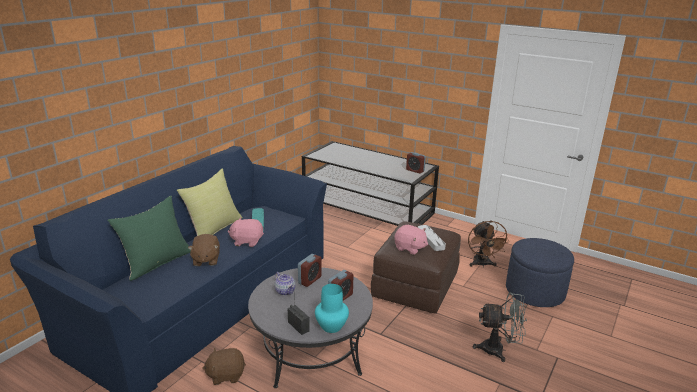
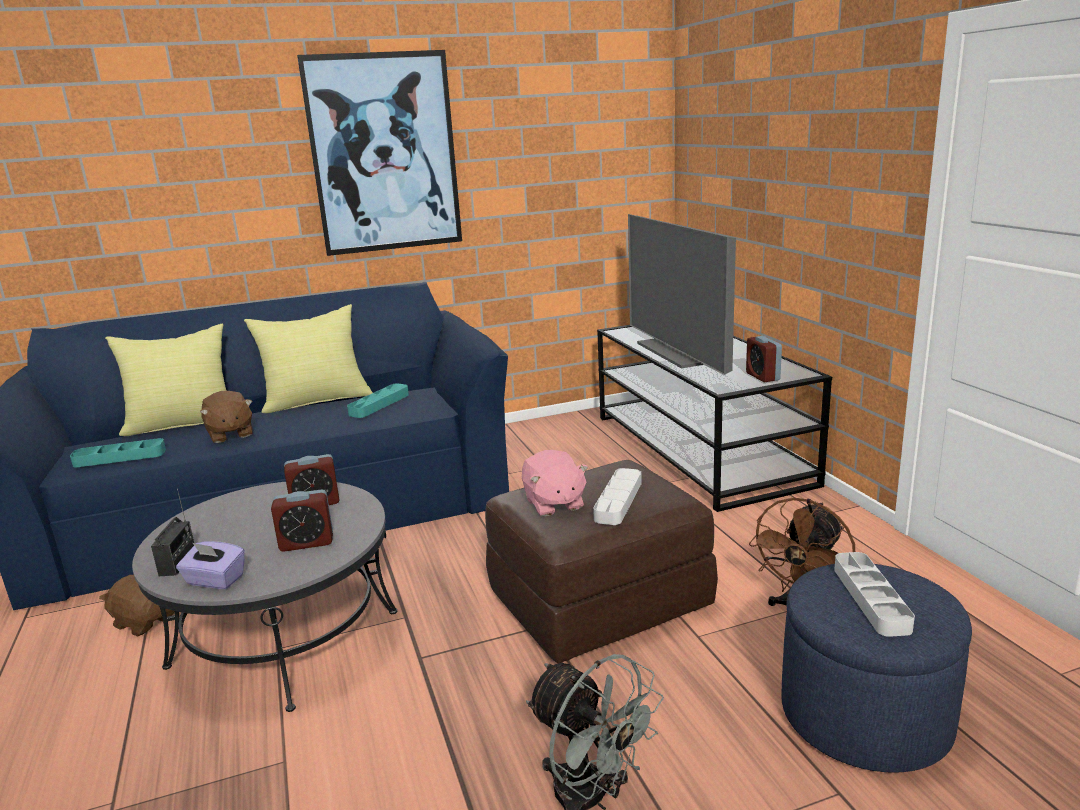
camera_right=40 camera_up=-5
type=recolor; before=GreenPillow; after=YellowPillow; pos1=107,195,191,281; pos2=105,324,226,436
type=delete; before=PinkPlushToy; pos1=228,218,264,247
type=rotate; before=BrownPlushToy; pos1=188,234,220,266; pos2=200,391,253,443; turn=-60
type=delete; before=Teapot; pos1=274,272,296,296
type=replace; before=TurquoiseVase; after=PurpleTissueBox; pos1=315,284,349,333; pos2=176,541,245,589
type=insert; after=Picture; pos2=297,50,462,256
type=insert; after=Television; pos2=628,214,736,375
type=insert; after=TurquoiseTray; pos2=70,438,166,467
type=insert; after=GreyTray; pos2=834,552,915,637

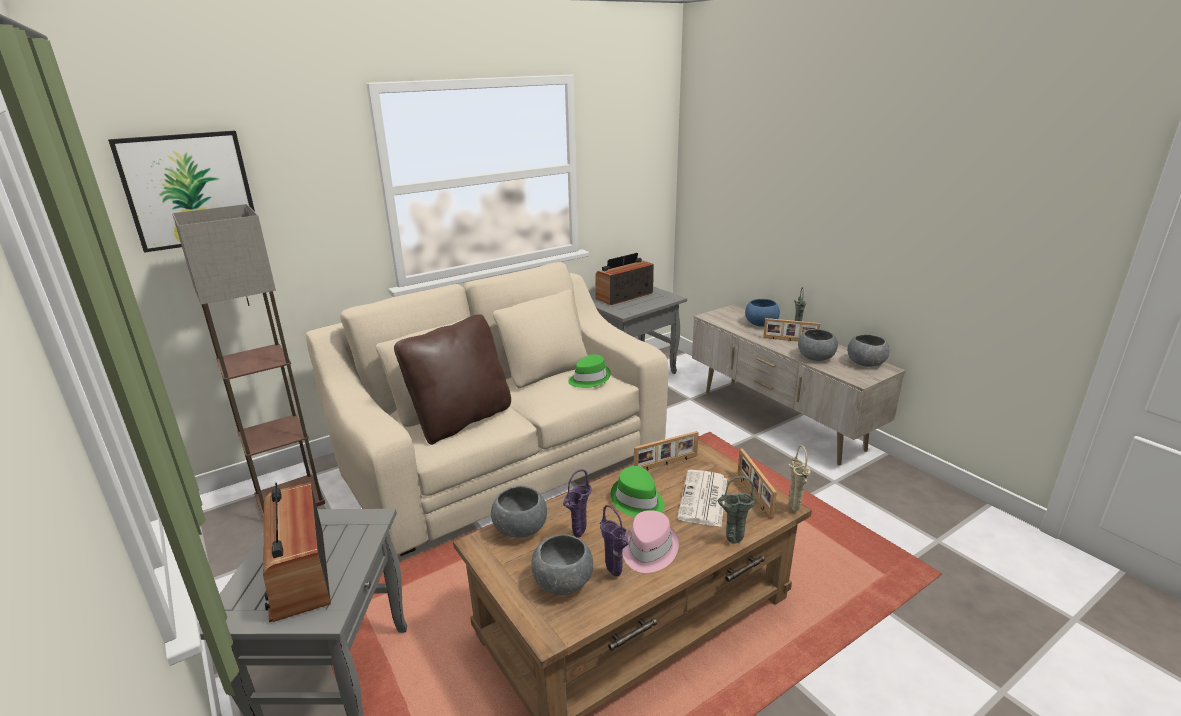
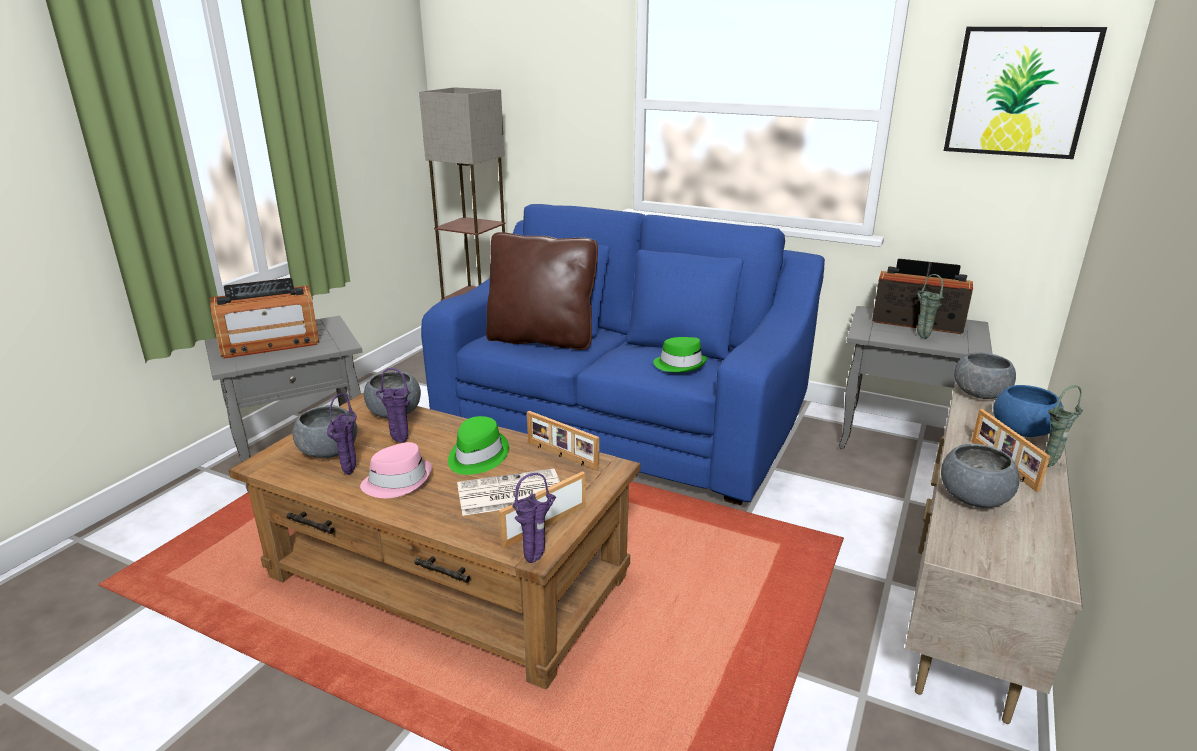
camera_right=60 camera_up=0
type=move; before=Picture; pos1=108,130,255,253; pos2=944,27,1107,159
type=recolor; before=BeigeSofa; after=BlueSofa; pos1=306,262,668,556; pos2=421,204,825,505
type=move; before=GreyBowl; pos1=848,334,889,367; pos2=954,352,1016,399
type=recolor; before=BeigeVase; after=PurpleVase; pos1=788,445,811,512; pos2=512,473,556,563
type=move; before=GreenVase; pos1=717,476,755,543; pos2=917,274,944,339
type=rotate; before=Radio; pos1=263,482,331,622; pos2=210,278,319,358; turn=-150

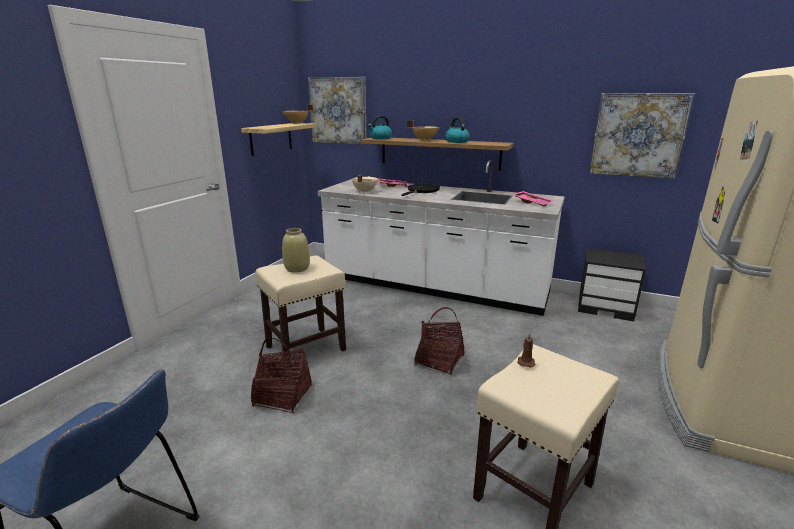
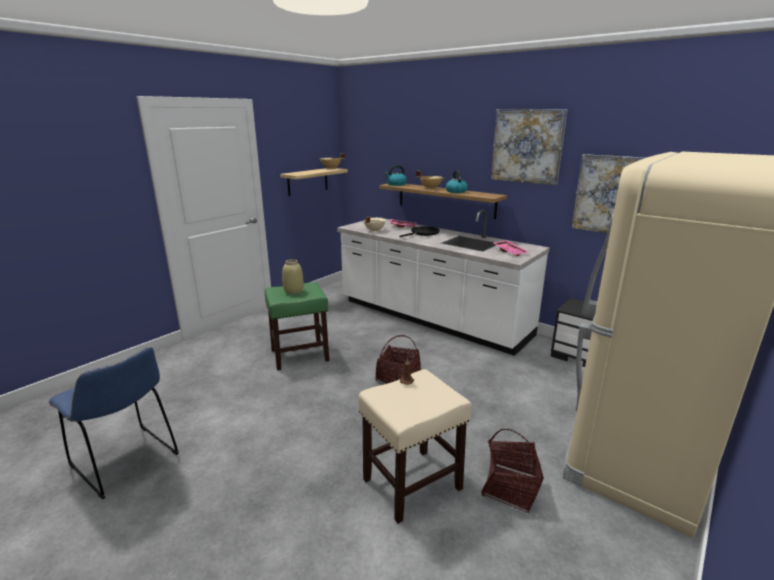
camera_right=15 camera_up=0
type=move; before=Picture; pos1=308,77,367,145; pos2=491,109,567,185
type=recolor; before=BeigeStool; after=GreenStool; pos1=256,256,346,361; pos2=264,282,329,370
type=move; before=Basket; pos1=251,338,312,413; pos2=482,429,544,513

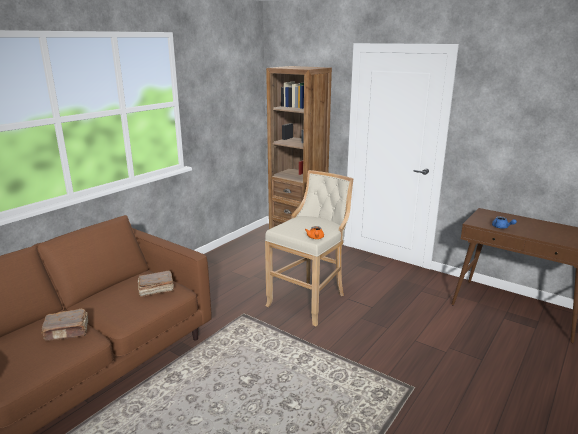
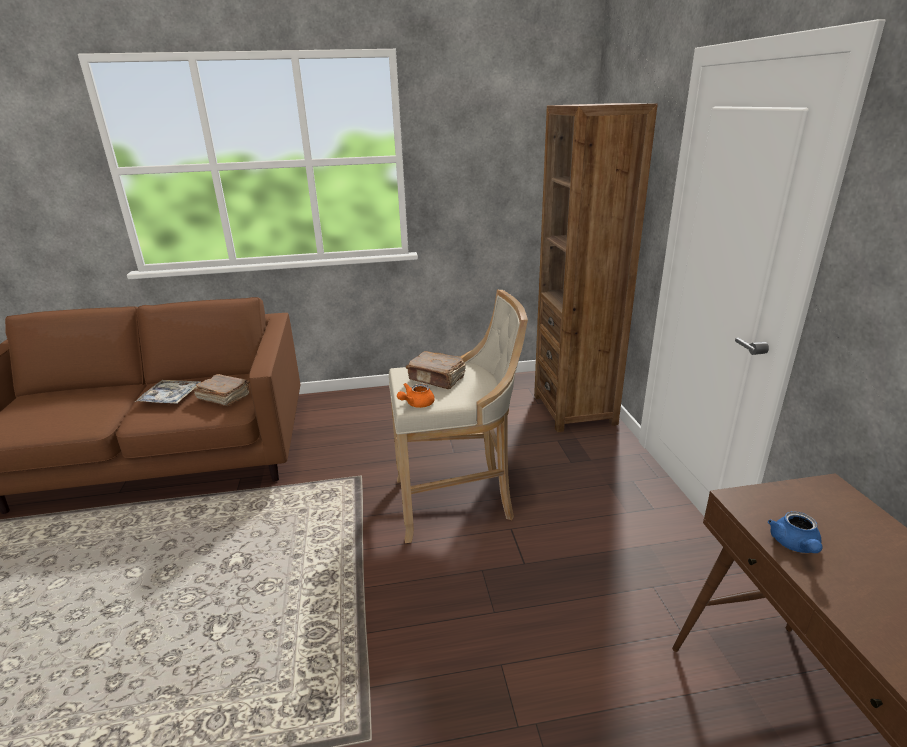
camera_right=45 camera_up=5
type=move; before=BrownBook; pos1=41,309,88,341; pos2=406,351,466,389
type=insert; after=Tray; pos2=135,380,201,404

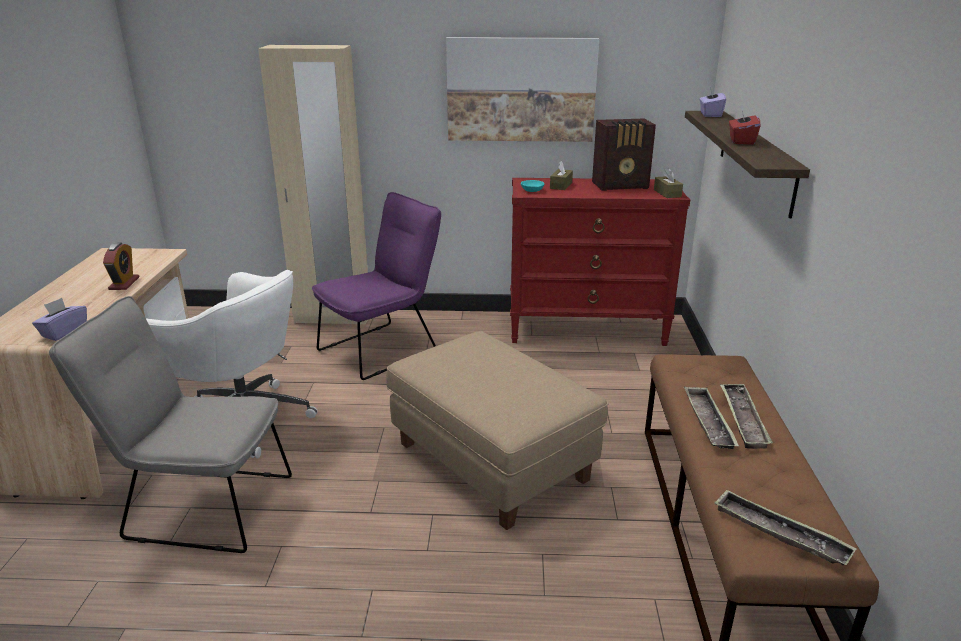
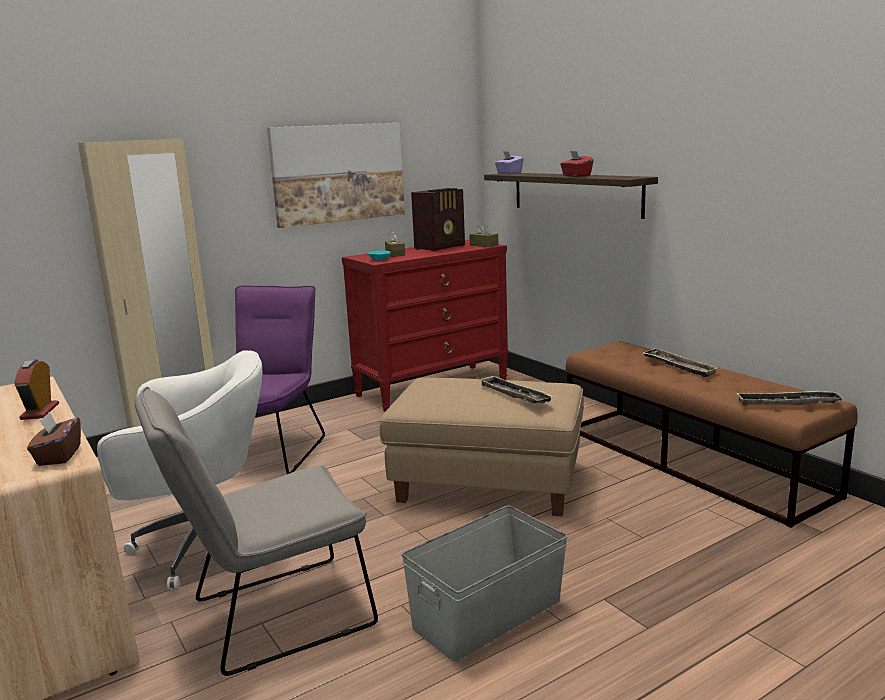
camera_right=-35 camera_up=-10
type=rotate; before=AlarmClock; pos1=103,243,140,290; pos2=14,359,59,420; turn=-150
type=recolor; before=PurpleTissueBox; after=BrownTissueBox; pos1=32,298,87,341; pos2=27,412,81,466
type=move; before=Tray; pos1=684,386,739,449; pos2=478,376,554,403
type=insert; after=GreyStorageBox; pos2=402,505,568,662

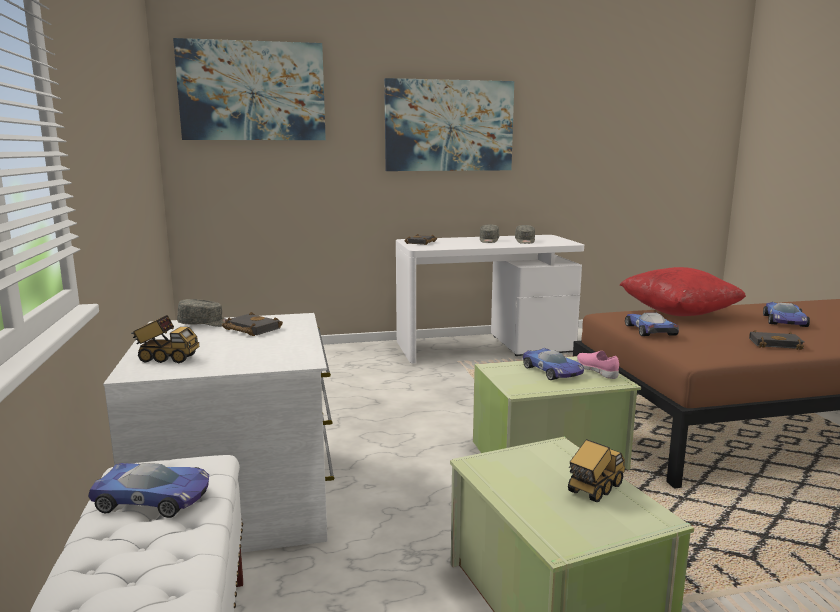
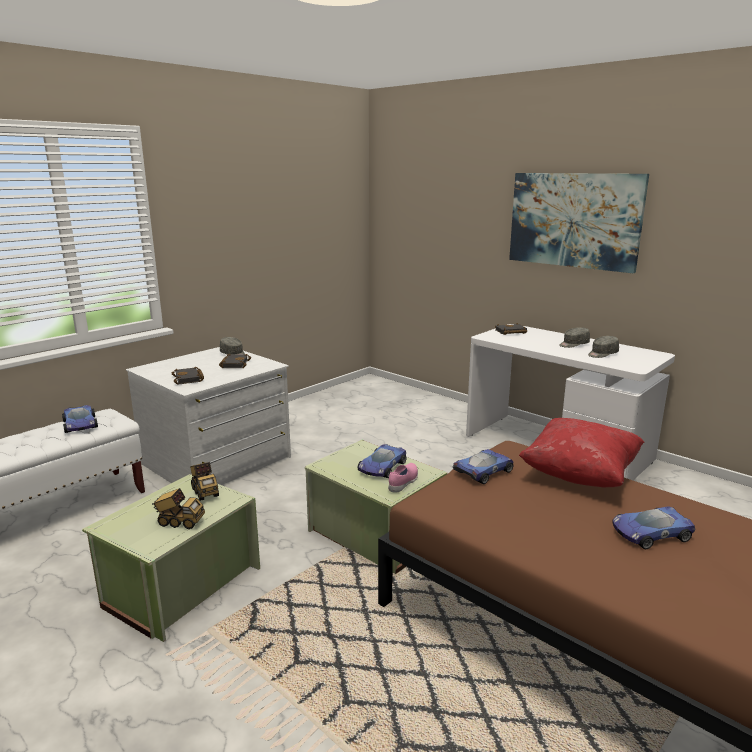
camera_right=55 camera_up=5
type=delete; before=Picture; pos1=173,38,326,140
type=move; before=ToyTruck; pos1=131,315,199,364; pos2=190,462,219,501
type=move; before=BlackBook; pos1=749,330,805,350; pos2=172,367,204,385

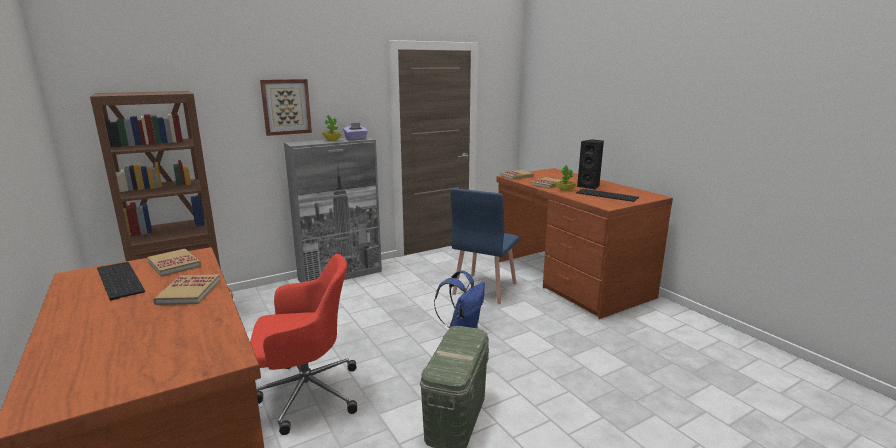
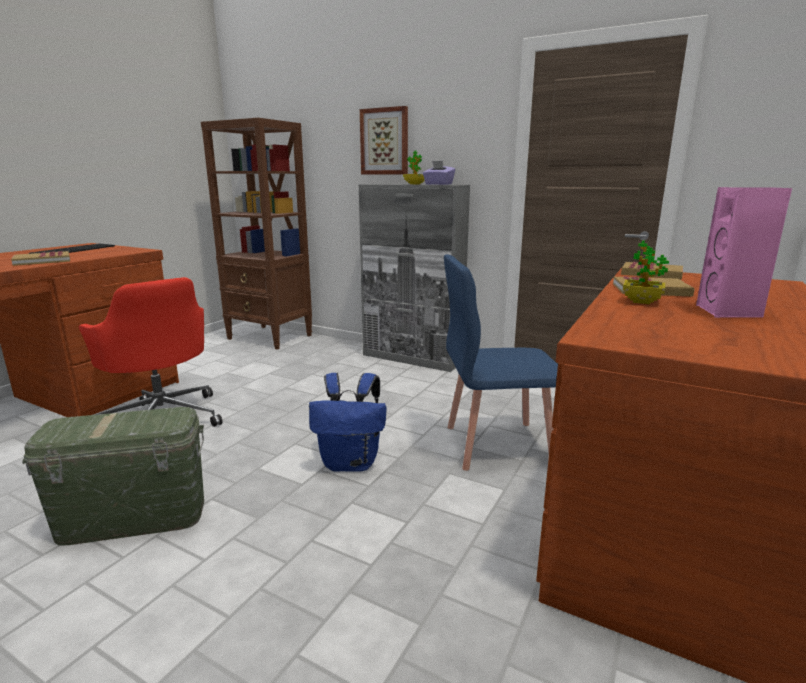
camera_right=60 camera_up=0
type=recolor; before=BlackSpeaker; after=PinkSpeaker; pos1=577,139,604,190; pos2=696,187,792,318
type=delete; before=Keyboard; pos1=576,189,639,202
type=delete; before=Book; pos1=147,249,201,277

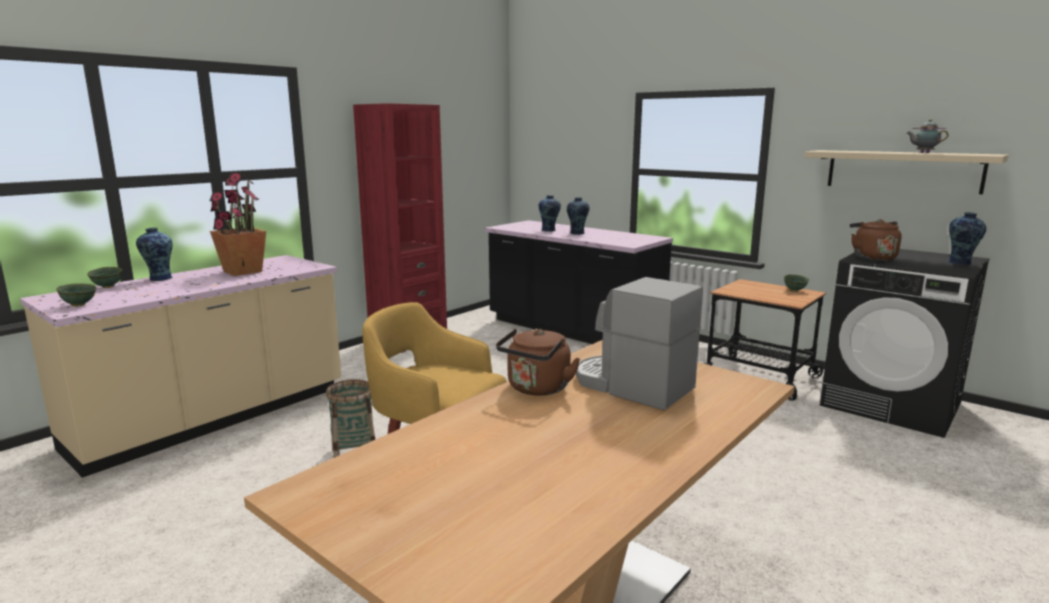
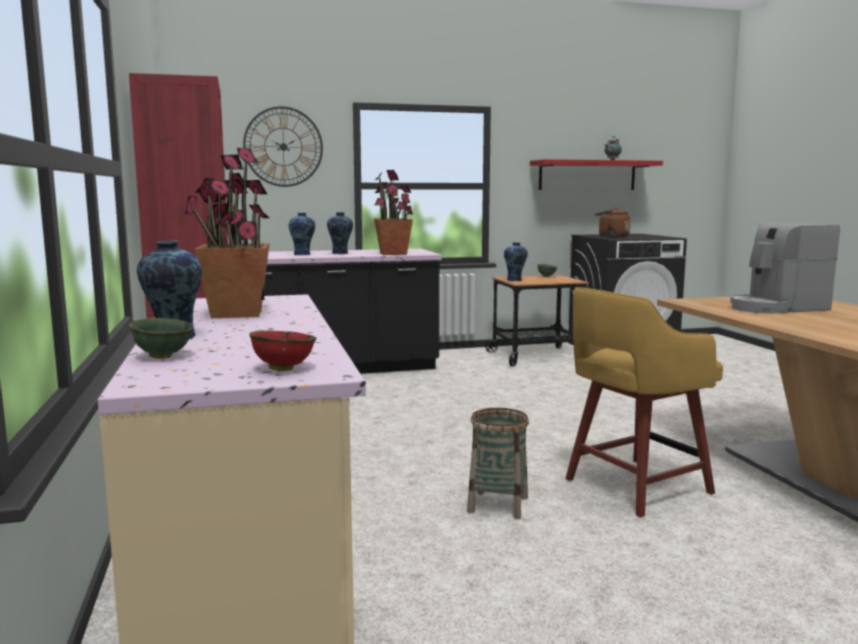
camera_right=-55 camera_up=-5
type=recolor; before=BeigeShelf; after=RedShelf; pos1=804,150,1009,194; pos2=530,159,663,190
type=move; before=Vase; pos1=948,212,986,265; pos2=504,242,528,281
type=recolor; before=GreenBowl; after=RedBowl; pos1=56,283,97,306; pos2=249,330,317,371
type=delete; before=BrownKettle; pos1=496,329,580,396
type=insert; after=WallClock; pos2=243,106,323,187
type=insert; after=PottedPlant; pos2=374,170,413,255

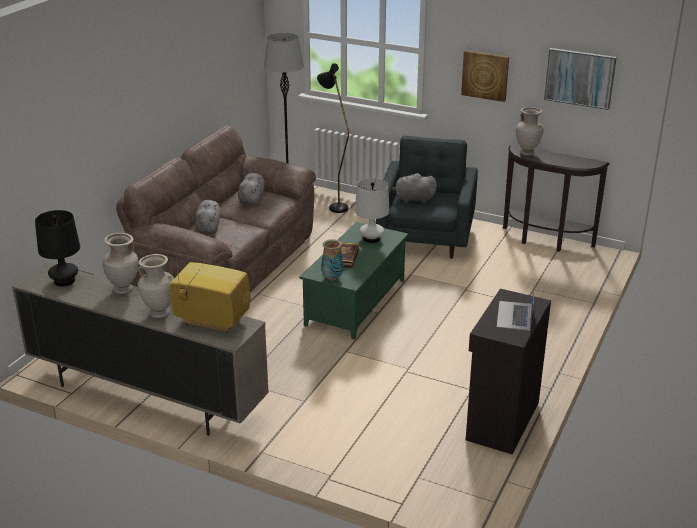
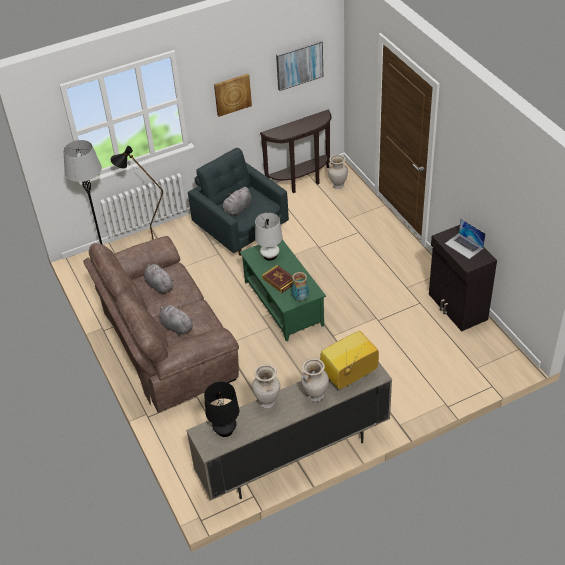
camera_right=-50 camera_up=15
type=move; before=BeigeVase; pos1=516,107,544,156; pos2=328,155,348,189

